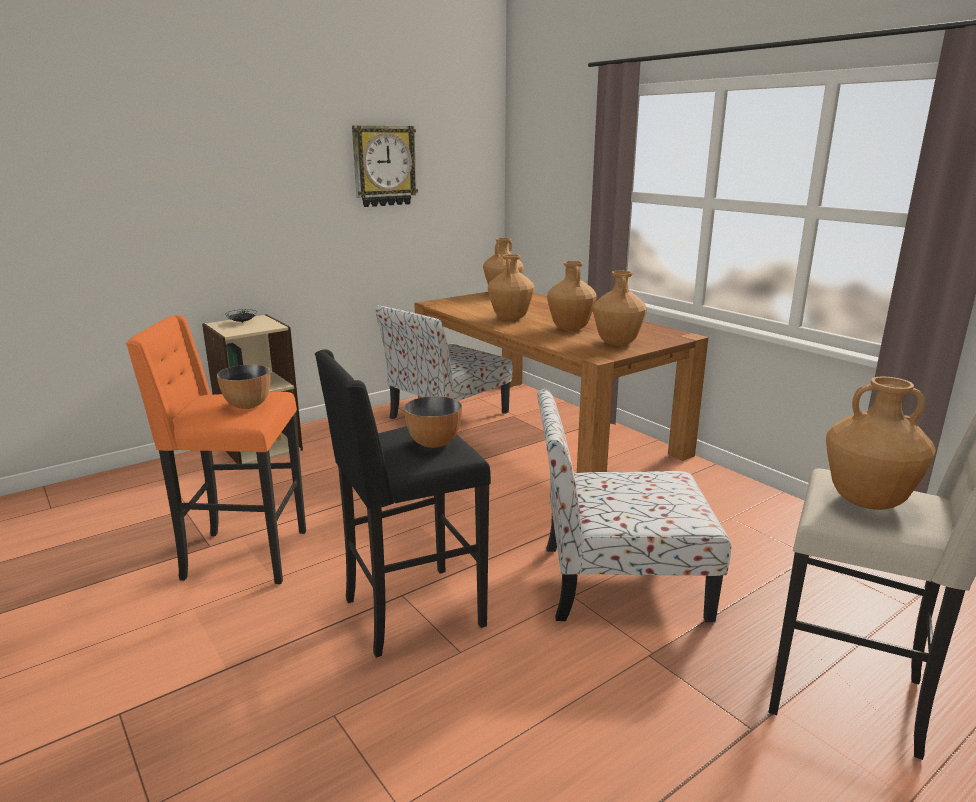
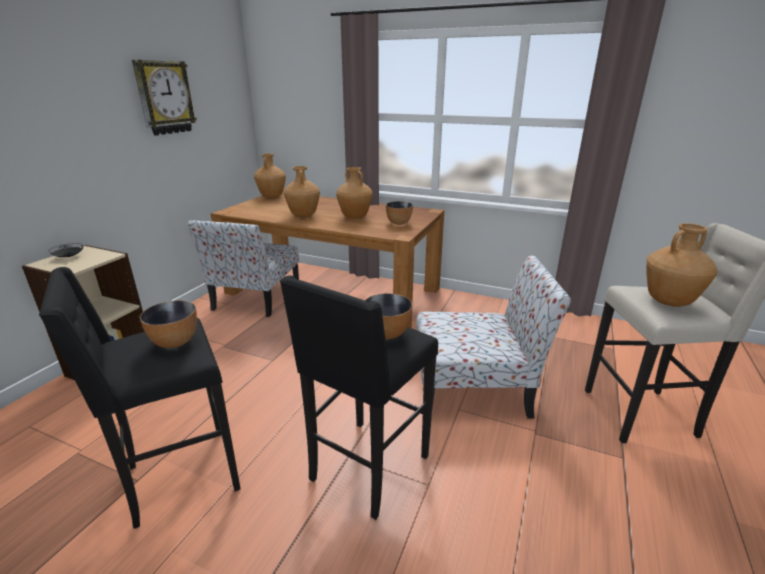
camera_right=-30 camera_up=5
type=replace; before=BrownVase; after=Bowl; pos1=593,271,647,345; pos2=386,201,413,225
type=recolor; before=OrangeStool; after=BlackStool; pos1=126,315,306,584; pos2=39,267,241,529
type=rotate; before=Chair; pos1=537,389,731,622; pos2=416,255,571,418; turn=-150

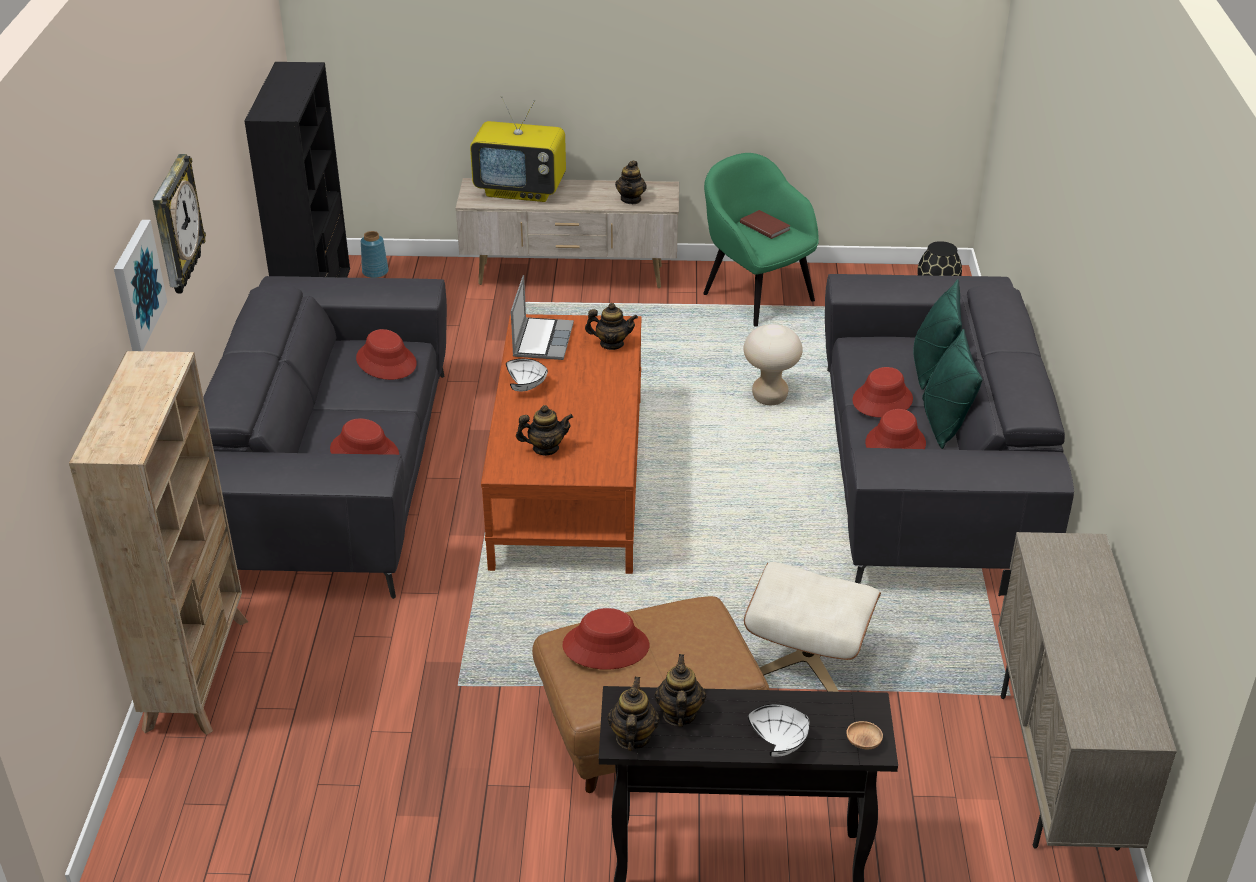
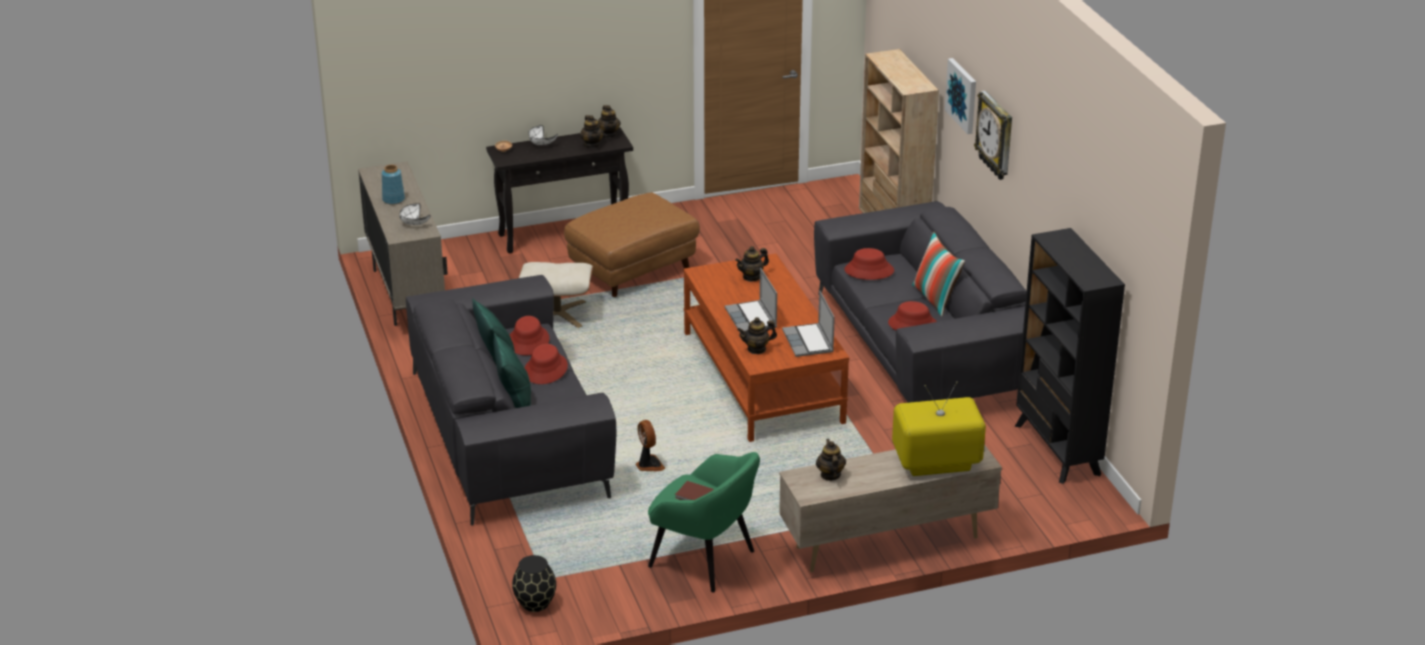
camera_right=160 camera_up=-5
type=move; before=BlueVase; pos1=361,231,389,278; pos2=382,165,405,205
type=replace; before=BeigeStool; after=Fan; pos1=743,324,803,405; pos2=636,420,665,471
type=move; before=WhiteBowl; pos1=506,359,548,391; pos2=399,203,431,225
type=delete; before=RedHat; pos1=563,608,649,670
type=insert; after=Pillow; pos2=912,231,965,316
type=insert; after=Laptop; pos2=725,268,777,333

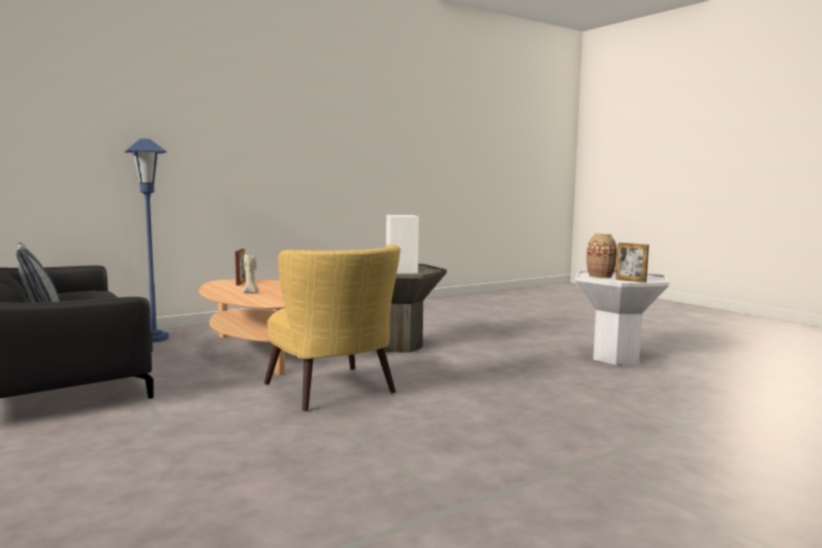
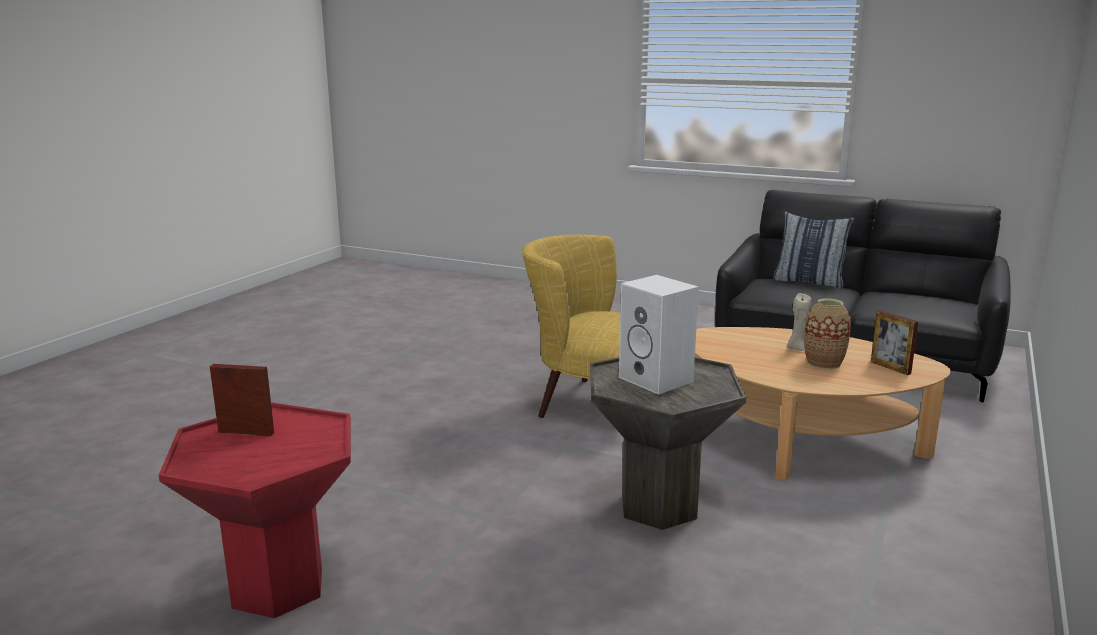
camera_right=150 camera_up=10
type=delete; before=BlueFloorLamp; pos1=124,138,169,342
type=move; before=Vase; pos1=587,233,617,278; pos2=804,298,851,369
type=recolor; before=WhiteSideTable; after=RedSideTable; pos1=575,270,669,365; pos2=159,403,351,618

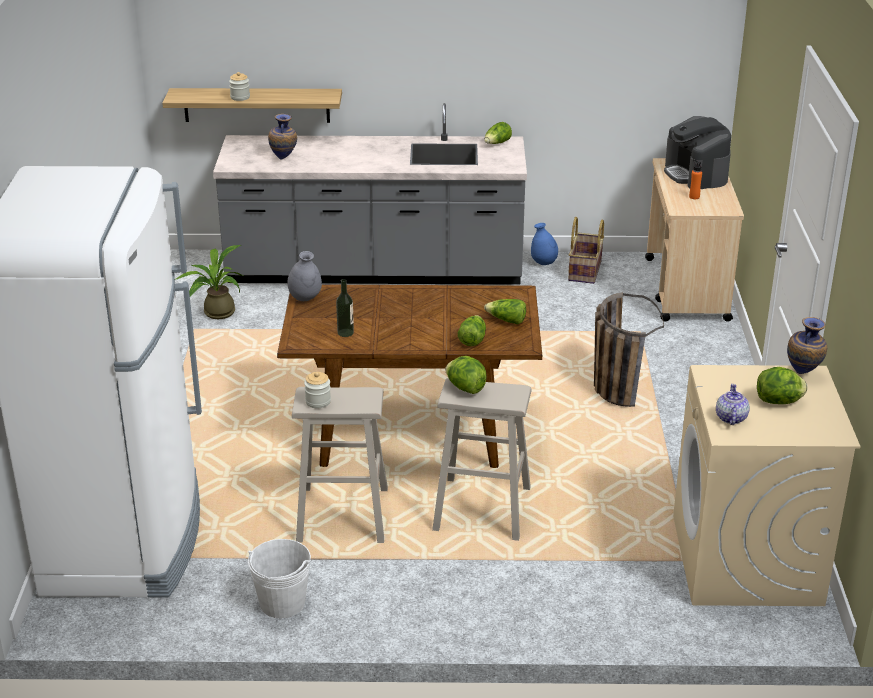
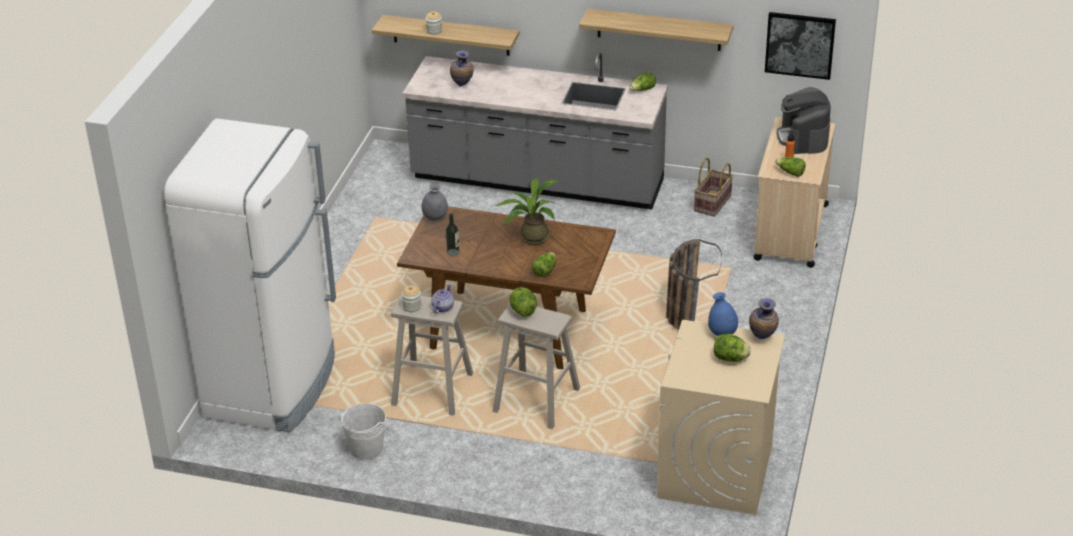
camera_right=15 camera_up=5
type=move; before=BlueVase; pos1=531,223,558,265; pos2=708,292,738,336
type=move; before=PottedPlant; pos1=176,245,243,319; pos2=495,178,561,245
type=move; before=Lettuce; pos1=484,299,526,324; pos2=775,157,806,177
type=move; before=Teapot; pos1=716,384,750,425; pos2=431,284,454,313
type=insert; after=Shelf; pos2=579,9,733,51
type=insert; after=Picture; pos2=765,12,836,80

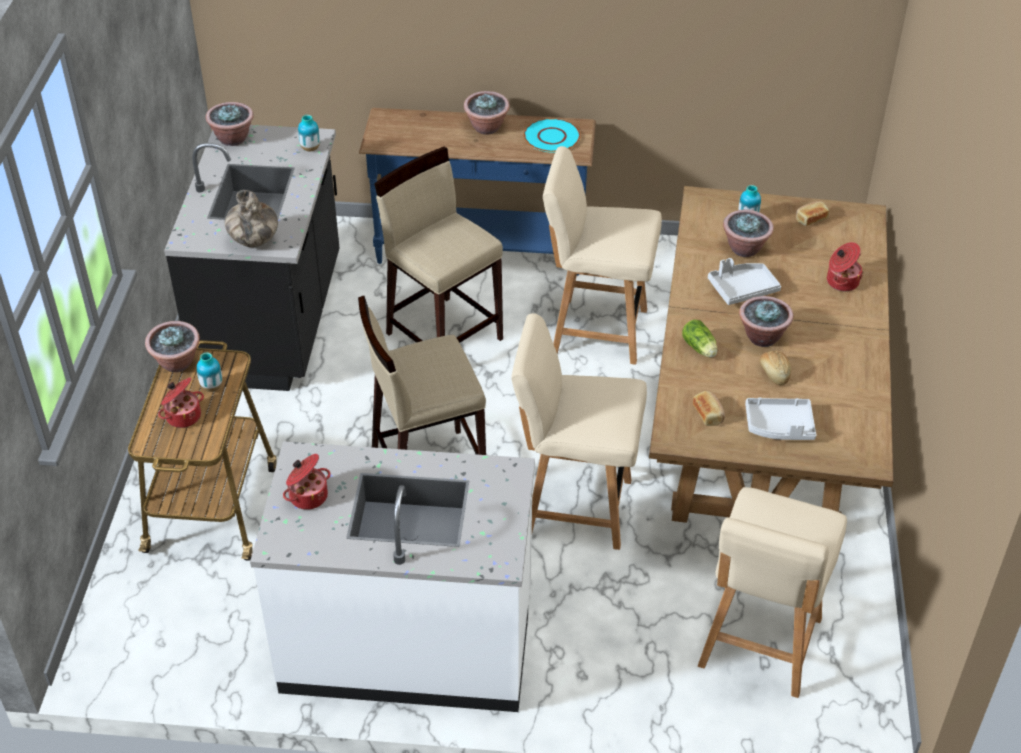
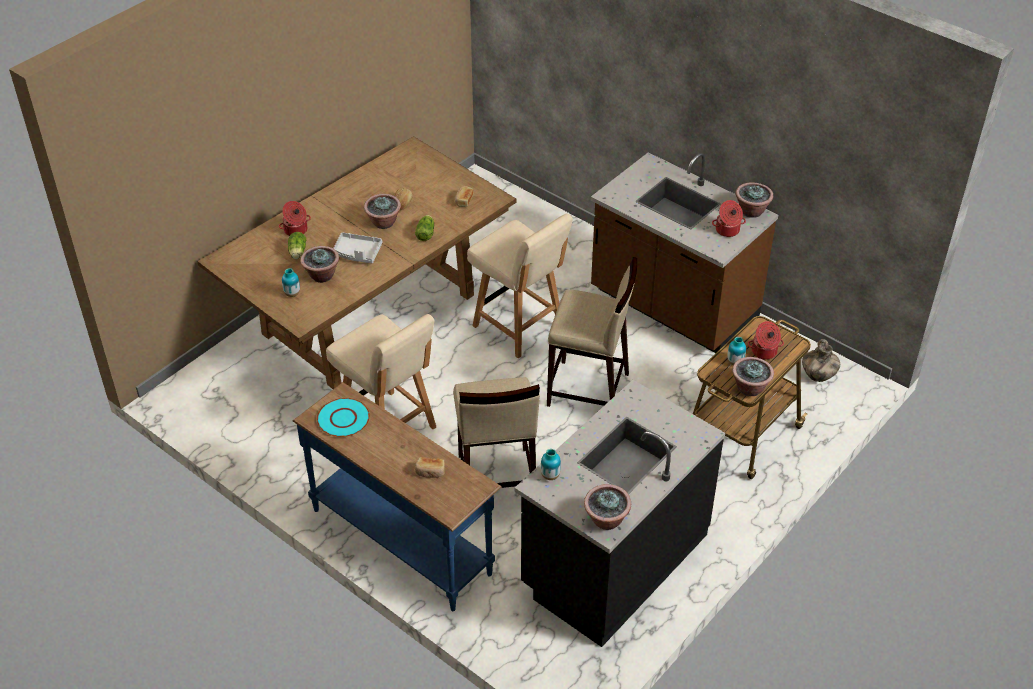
camera_right=-145 camera_up=0
type=move; before=PottedPlant; pos1=464,91,510,135; pos2=736,182,773,218
type=move; before=Vase; pos1=225,190,278,247; pos2=802,339,840,382
type=move; before=Bread; pos1=796,201,829,226; pos2=415,457,445,478
type=delete; before=GreyTray; pos1=745,398,816,440
type=recolor; before=WhiteCounter; after=BrownCounter; pos1=250,441,535,712; pos2=591,152,778,353
type=delete; before=BeigeChair; pos1=698,487,847,698
type=insert; after=Lettuce; pos2=288,232,306,259

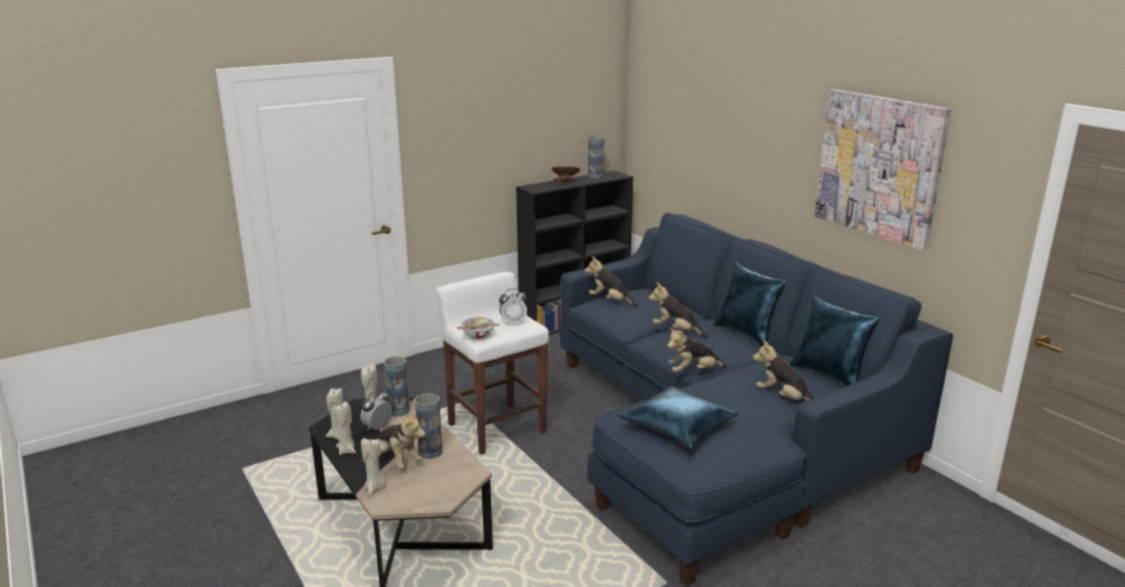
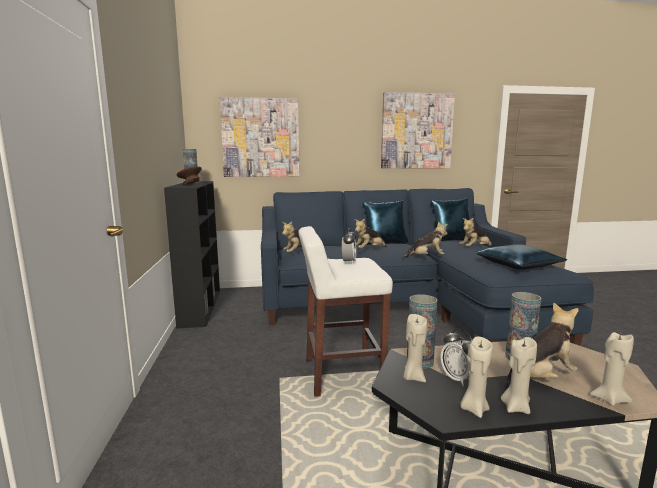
camera_right=-65 camera_up=-10
type=delete; before=Bowl; pos1=457,317,499,339
type=rotate; before=PlushToy; pos1=667,328,727,372; pos2=403,222,448,259; turn=-105
type=insert; after=Picture; pos2=220,97,300,177

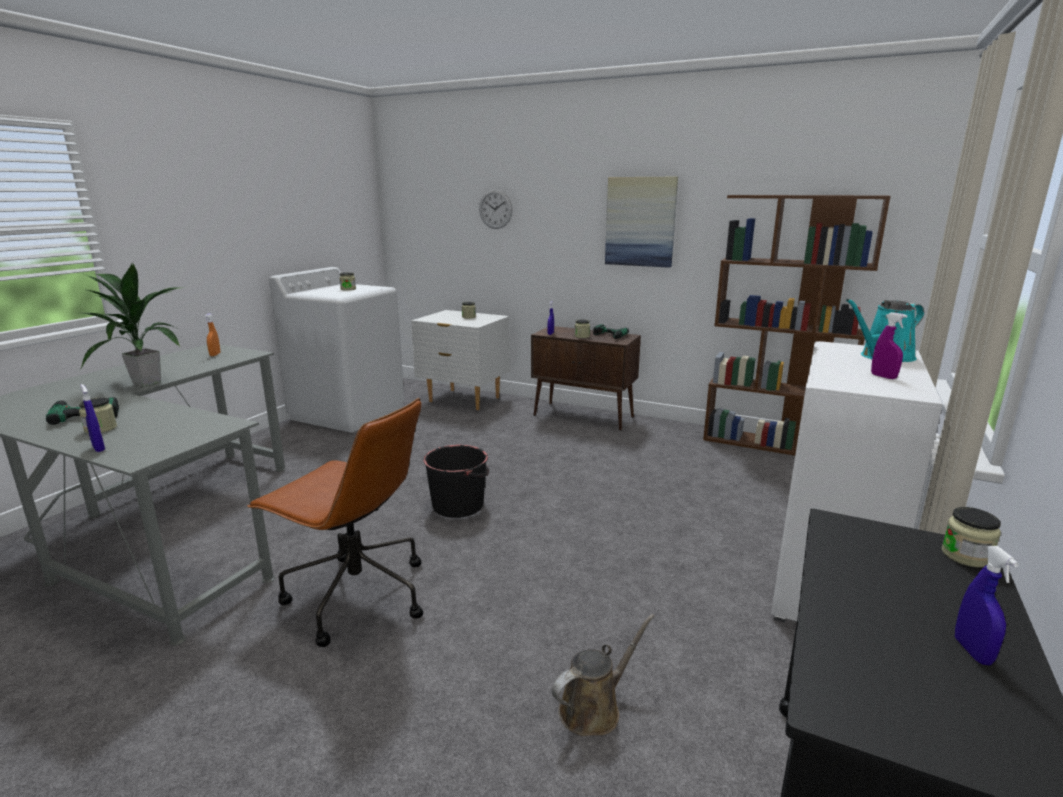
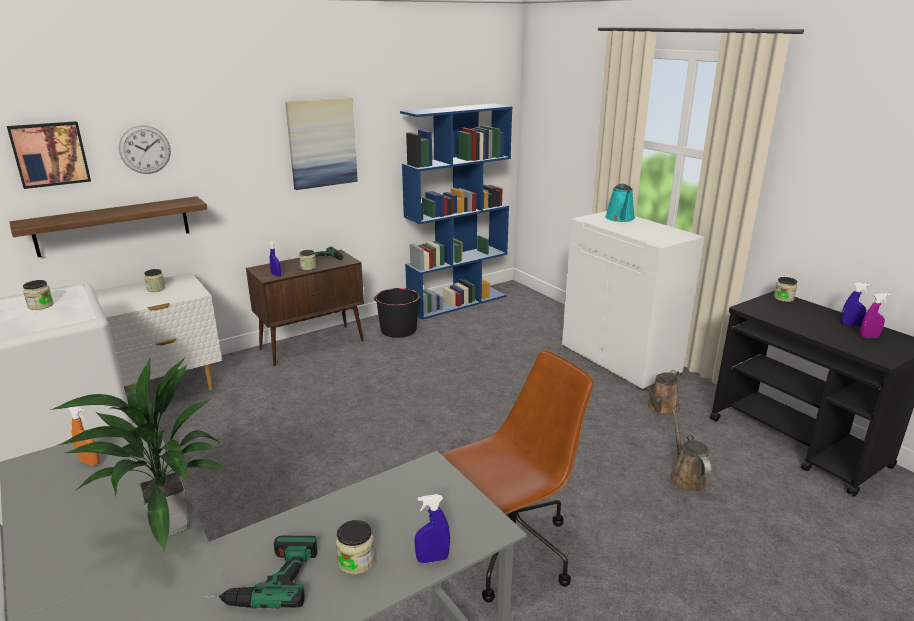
camera_right=-60 camera_up=5
type=recolor; before=BrownBookcase; after=BlueBookcase; pos1=703,195,891,456; pos2=400,104,512,320
type=move; before=PurpleSprayBottle; pos1=871,312,907,379; pos2=860,293,890,338
type=move; before=BlackBucket; pos1=423,445,490,518; pos2=374,288,422,338
type=insert; after=Picture; pos2=7,121,91,189
type=insert; after=Shelf; pos2=10,196,207,257
type=insert; after=BrownWateringCan; pos2=645,370,680,415

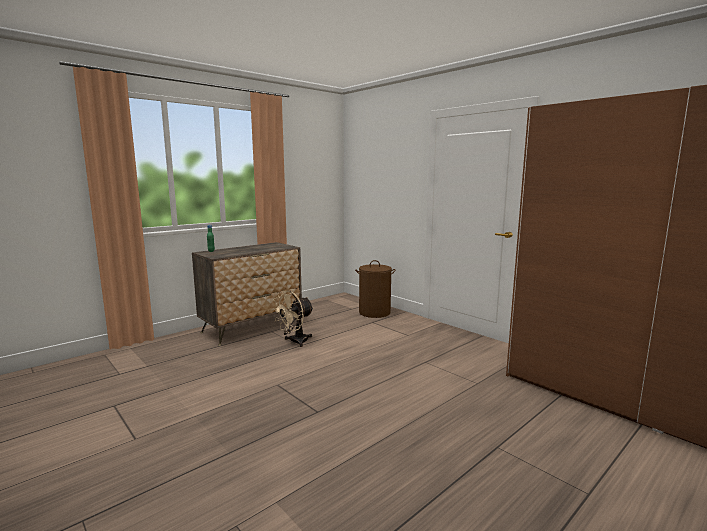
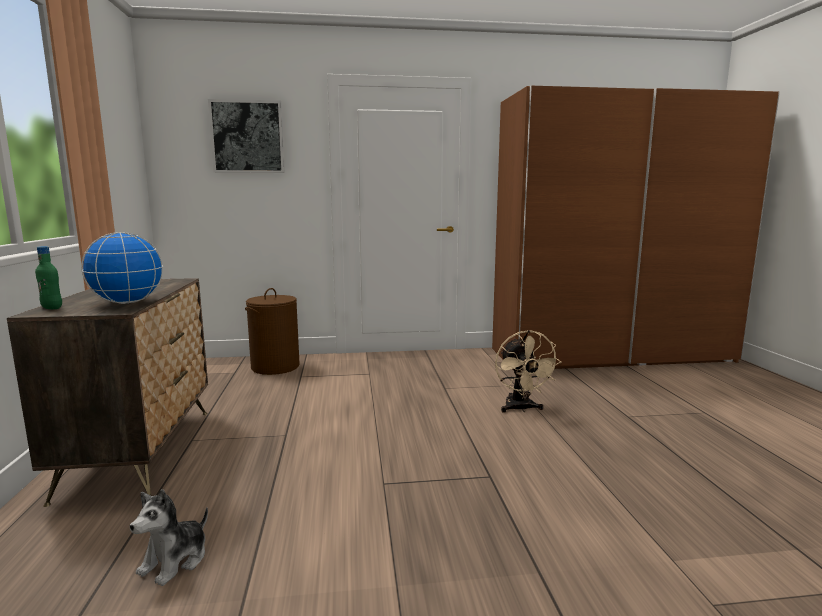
camera_right=-55 camera_up=0
type=move; before=BeigeFan; pos1=272,291,314,347; pos2=495,330,561,413
type=insert; after=Picture; pos2=208,99,285,173
type=insert; after=Globe; pos2=81,232,163,304
type=insert; after=PlushToy; pos2=130,489,208,586

